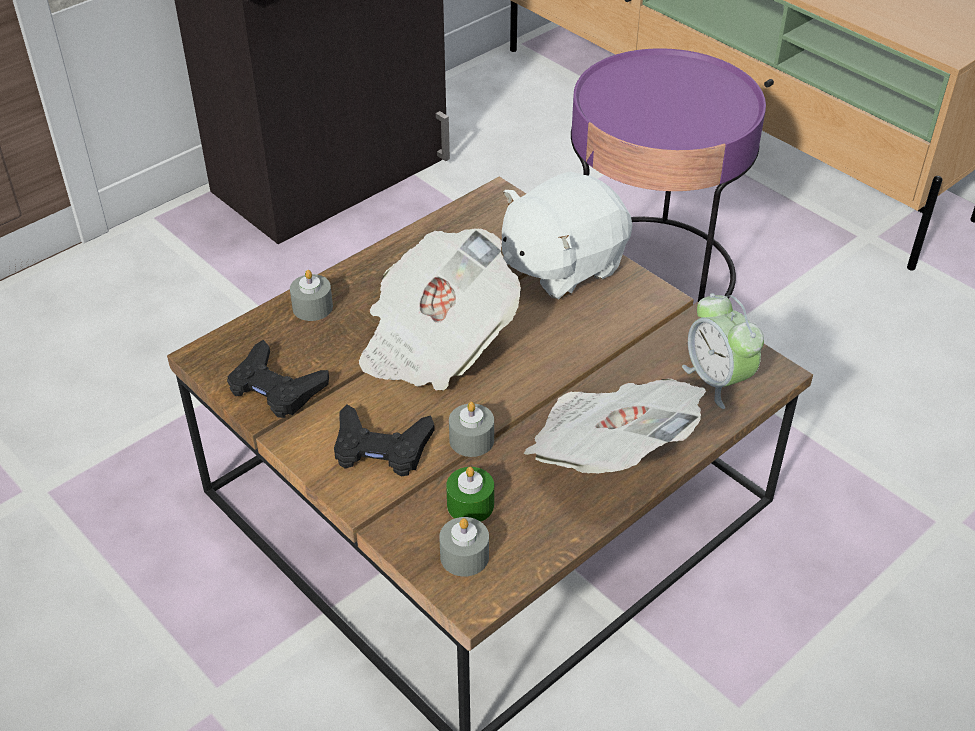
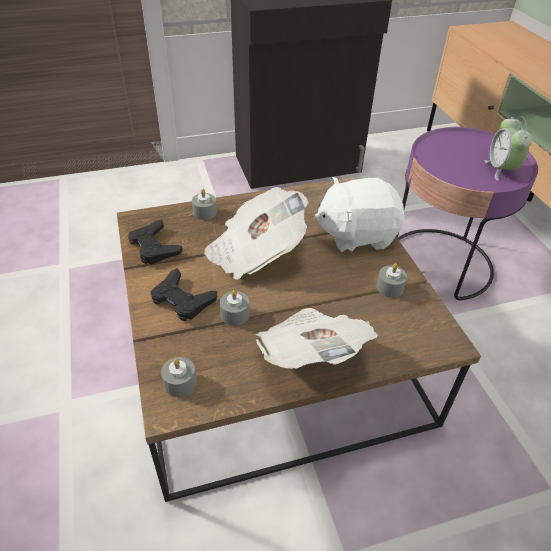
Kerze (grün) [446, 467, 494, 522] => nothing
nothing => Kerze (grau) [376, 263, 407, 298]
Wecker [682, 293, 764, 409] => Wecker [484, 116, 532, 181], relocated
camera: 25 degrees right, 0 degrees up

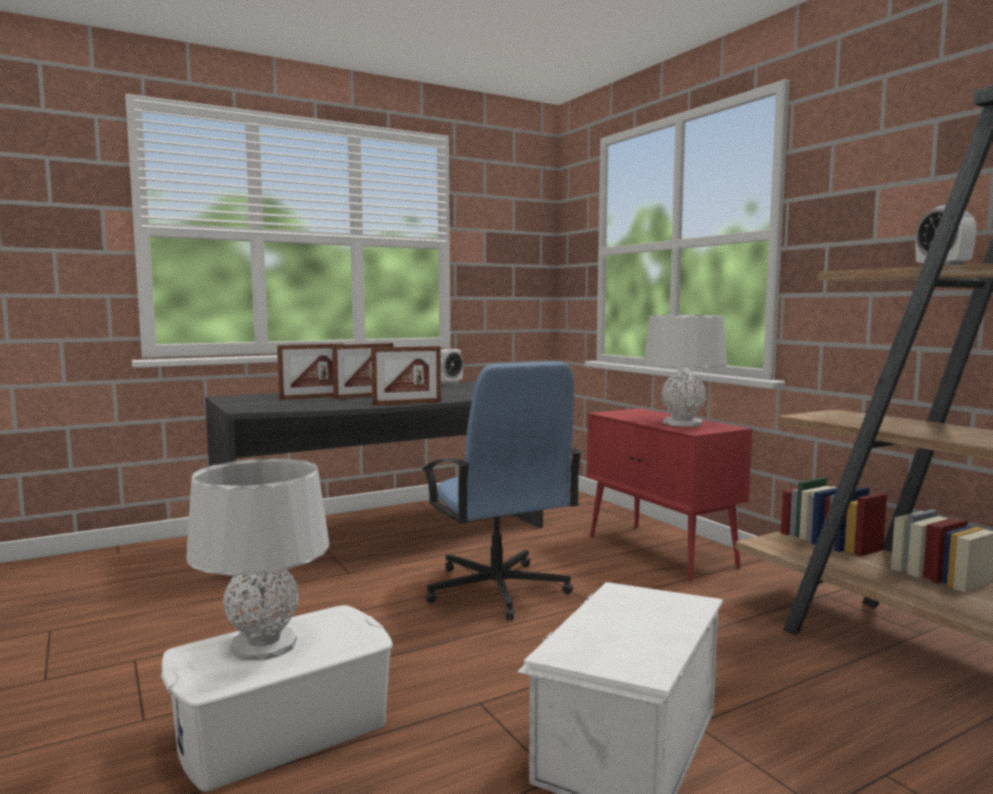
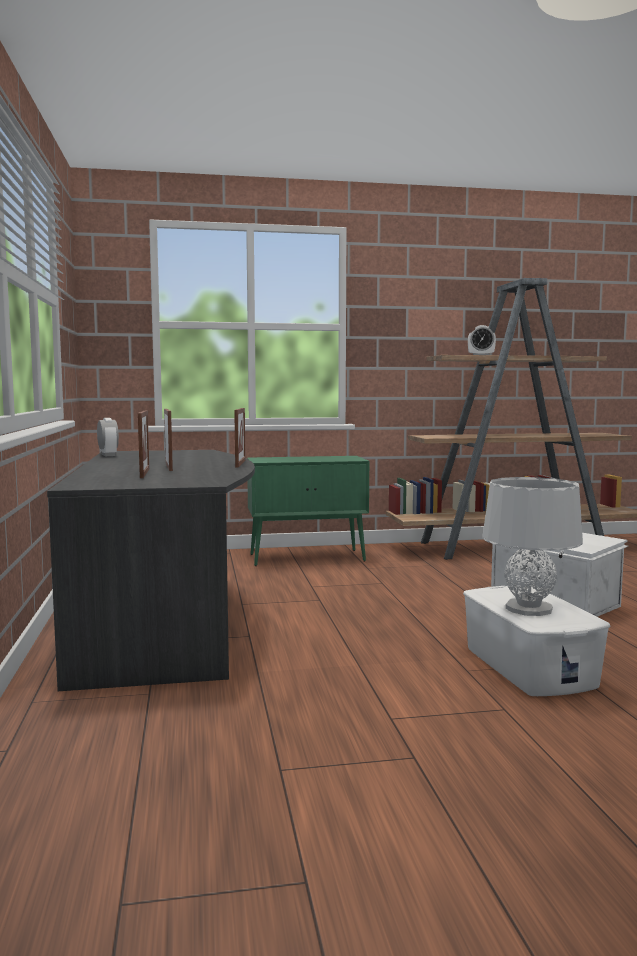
Bürostuhl (blau) [422, 362, 582, 620] => nothing
Tischlampe (grau) [643, 315, 727, 427] => nothing
Schrank (rot) [587, 408, 752, 582] => Schrank (grün) [247, 456, 369, 566]
camera: 70 degrees left, 0 degrees up

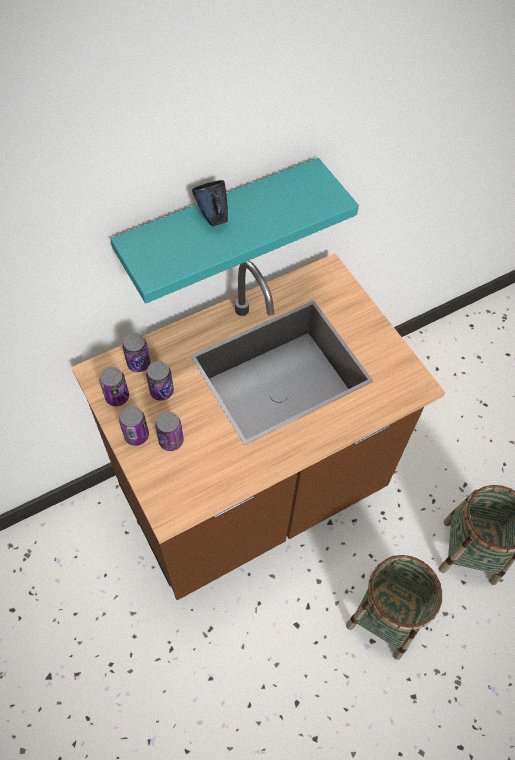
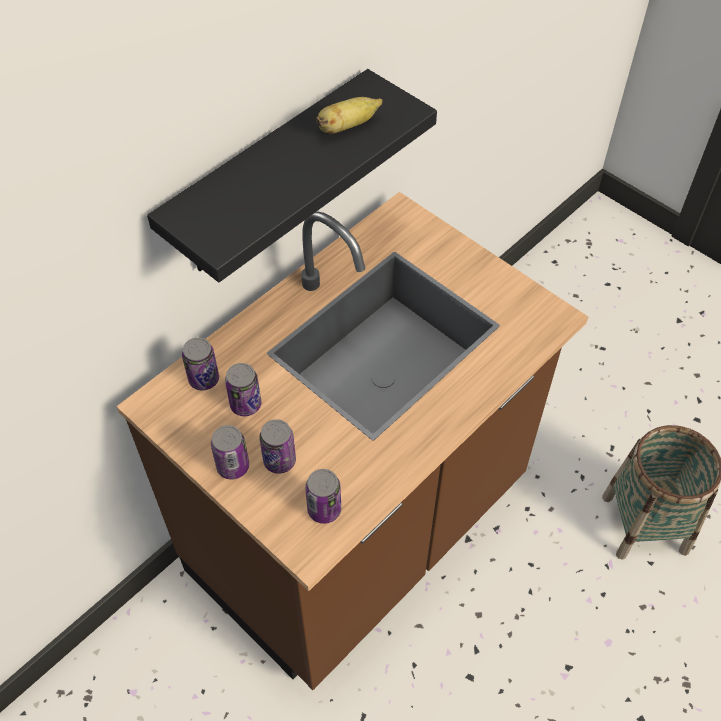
Henkelbecher (blau) [192, 180, 228, 226] => nothing
Korb [346, 555, 442, 660] => nothing
nothing => Banane [316, 97, 382, 133]
Dose [100, 367, 129, 406] => Dose [305, 469, 341, 524], relocated
Wandregal (türkis) [110, 158, 359, 304] => Wandregal (schwarz) [147, 69, 437, 282]
camera: 15 degrees left, 5 degrees down

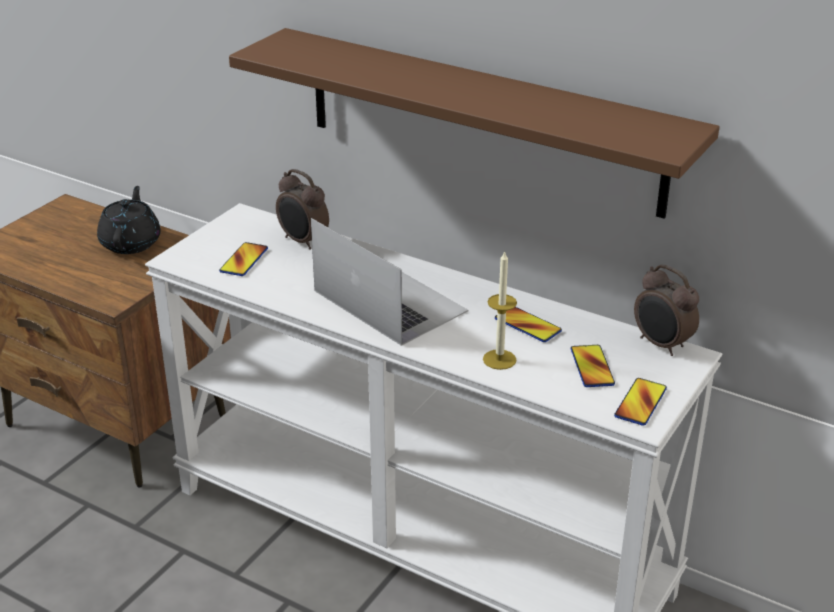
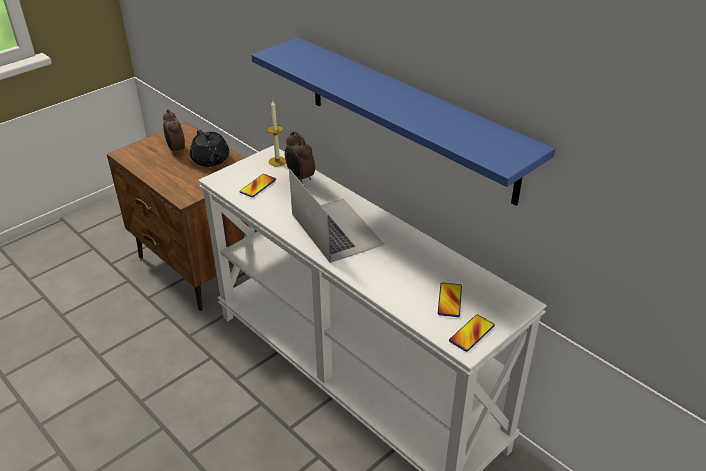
Handy [495, 307, 562, 342] => nothing
Kerze [483, 250, 517, 370] => Kerze [267, 100, 286, 167], relocated
Wecker [634, 264, 699, 356] => Wecker [163, 109, 185, 156], relocated
Wandregal (braun) [229, 28, 719, 219] => Wandregal (blau) [251, 37, 555, 206]
Teekanne (schwarz) [97, 186, 161, 254] => Teekanne (schwarz) [190, 130, 229, 167], 135 degrees clockwise
camera: 15 degrees right, 5 degrees up

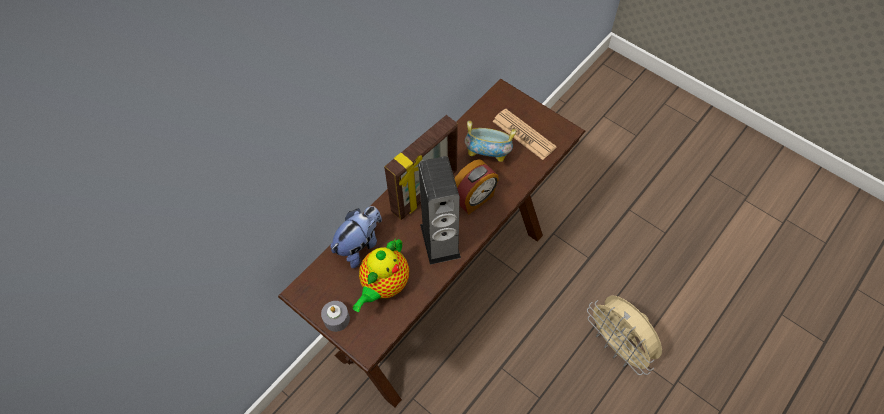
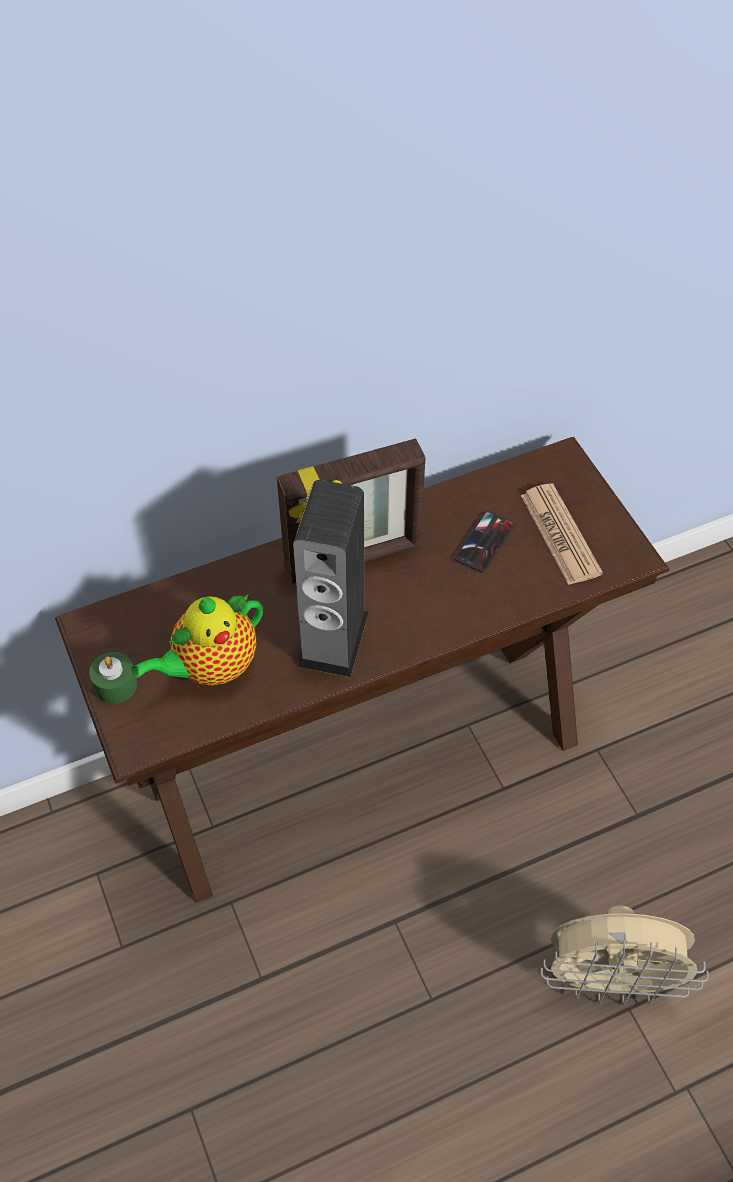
Plüschtier [330, 206, 382, 268] => nothing
Wecker [455, 159, 499, 215] => nothing
Schüssel [465, 121, 516, 162] => Handy [455, 511, 514, 573]
Kerze (grau) [321, 301, 350, 332] => Kerze (grün) [89, 652, 137, 704]
Ventilator (beige) [587, 295, 662, 375] => Ventilator (beige) [541, 906, 709, 1005], 75 degrees counterclockwise
camera: 25 degrees right, 5 degrees down

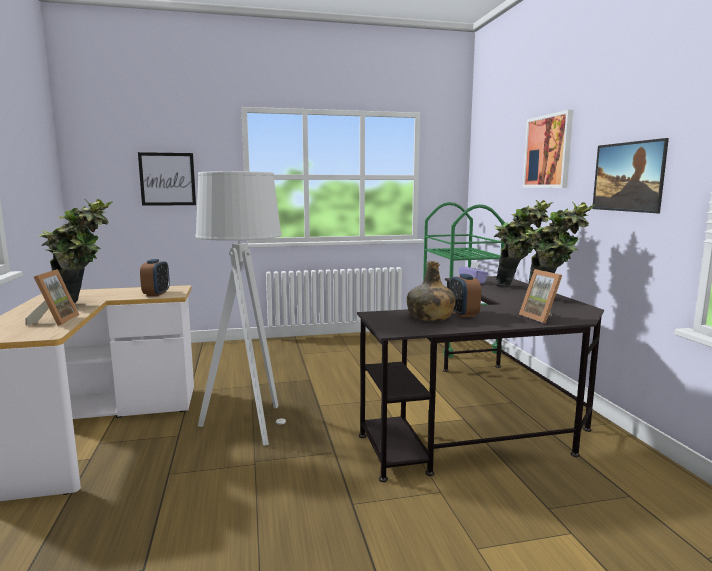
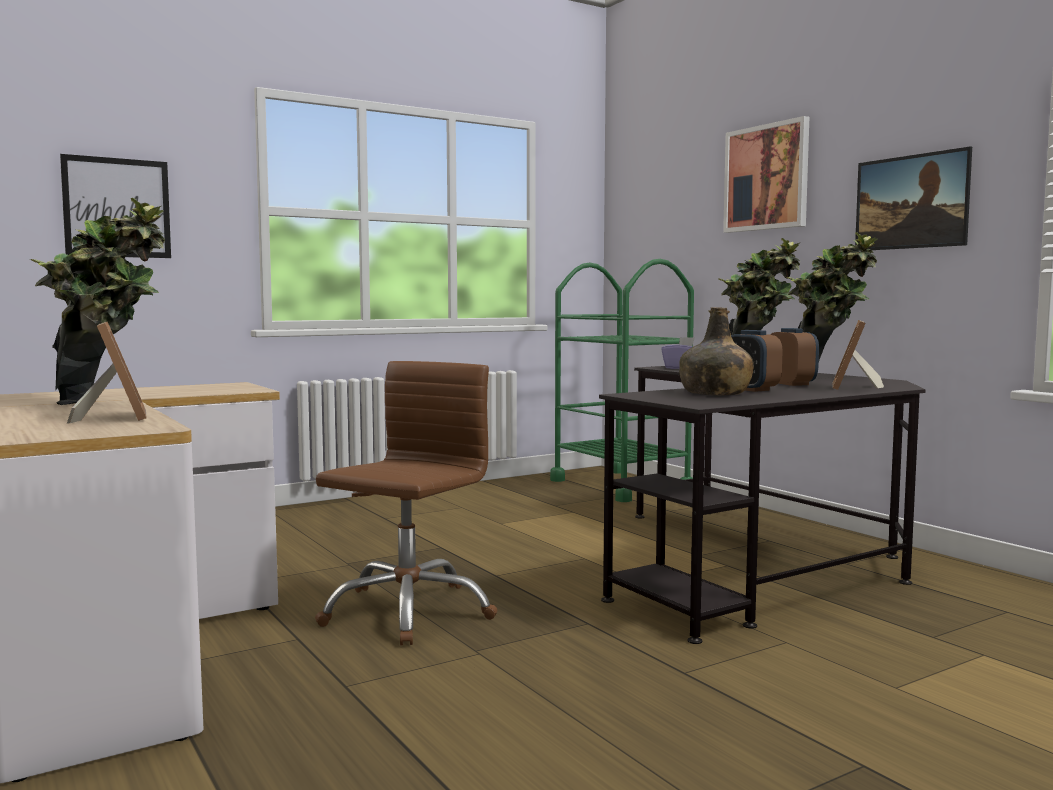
Wecker [140, 259, 170, 296] => Wecker [770, 328, 819, 386], relocated
Stehlampe (grau) [195, 171, 286, 446] => Bürostuhl (braun) [315, 361, 498, 645]
Bilderrahmen [519, 269, 562, 324] => Bilderrahmen [832, 320, 884, 390], 60 degrees clockwise
camera: 20 degrees left, 5 degrees down

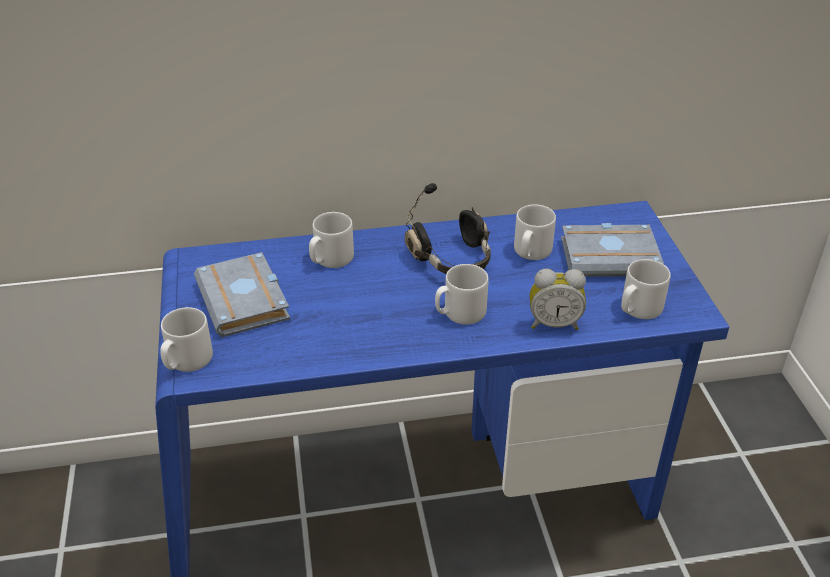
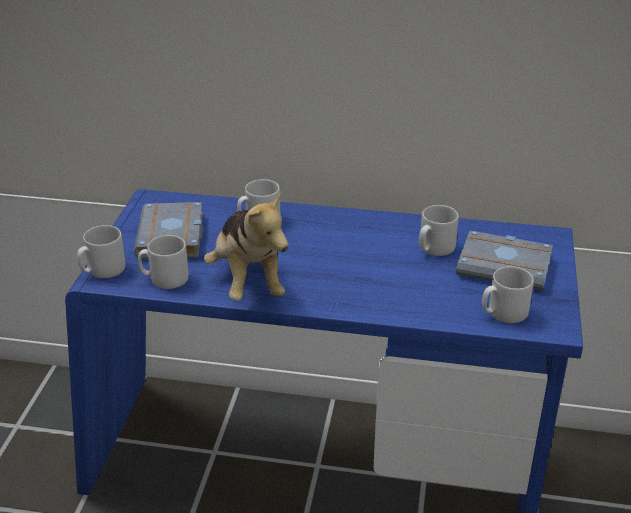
Kopfhörer (schwarz) [405, 183, 491, 274] => nothing
Wecker [530, 269, 586, 330] => nothing
nothing => Plüschtier [204, 192, 288, 301]
Henkelbecher (grau) [435, 264, 488, 325] => Henkelbecher (grau) [138, 235, 189, 289], relocated
camera: 20 degrees right, 5 degrees down

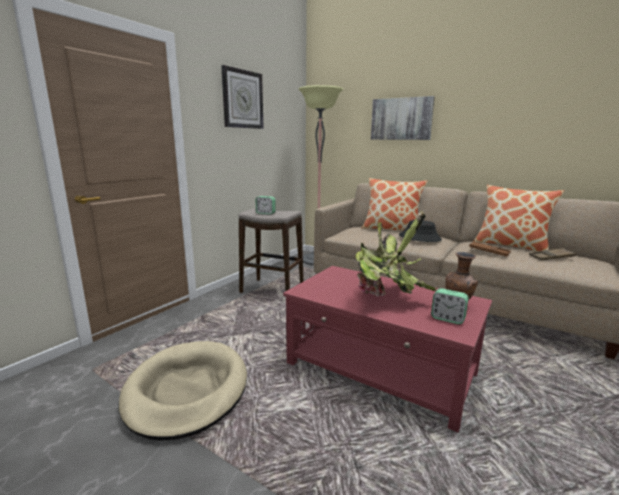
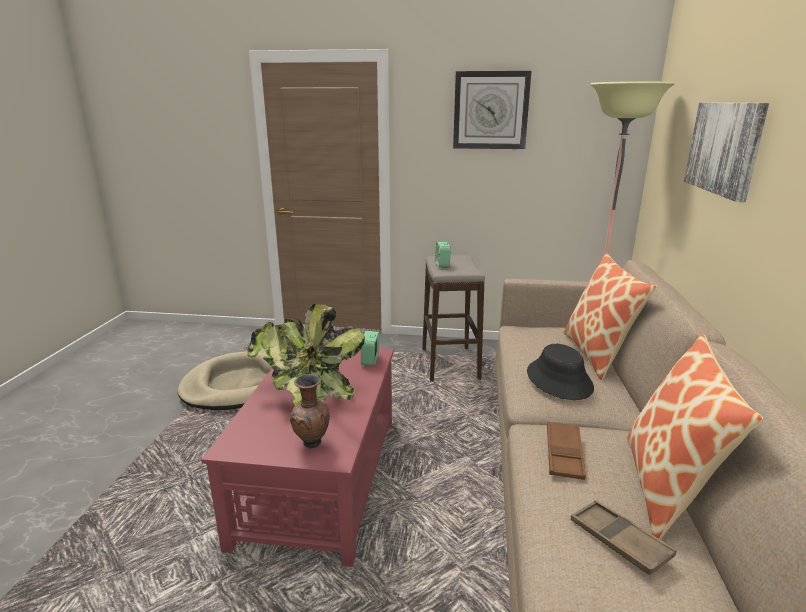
Wecker [431, 288, 469, 324] => Wecker [361, 331, 379, 366], relocated
camera: 65 degrees right, 5 degrees up

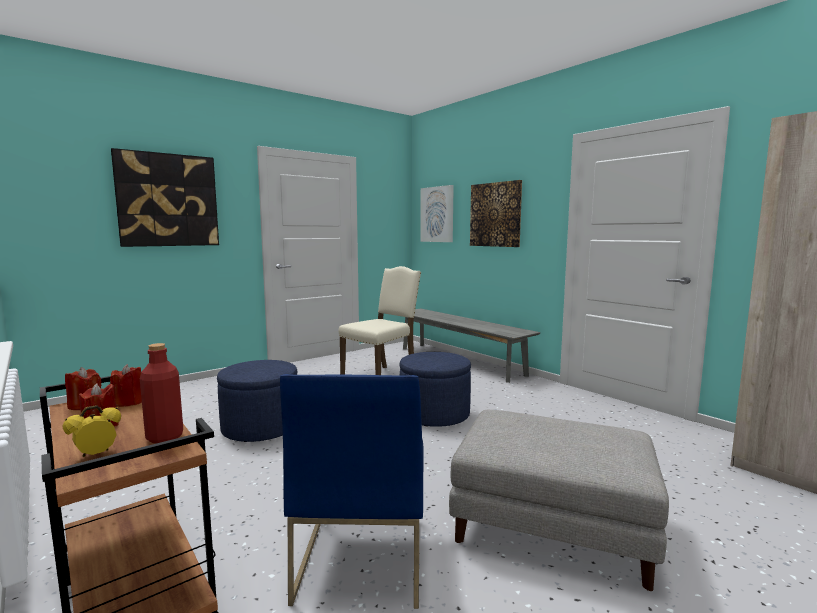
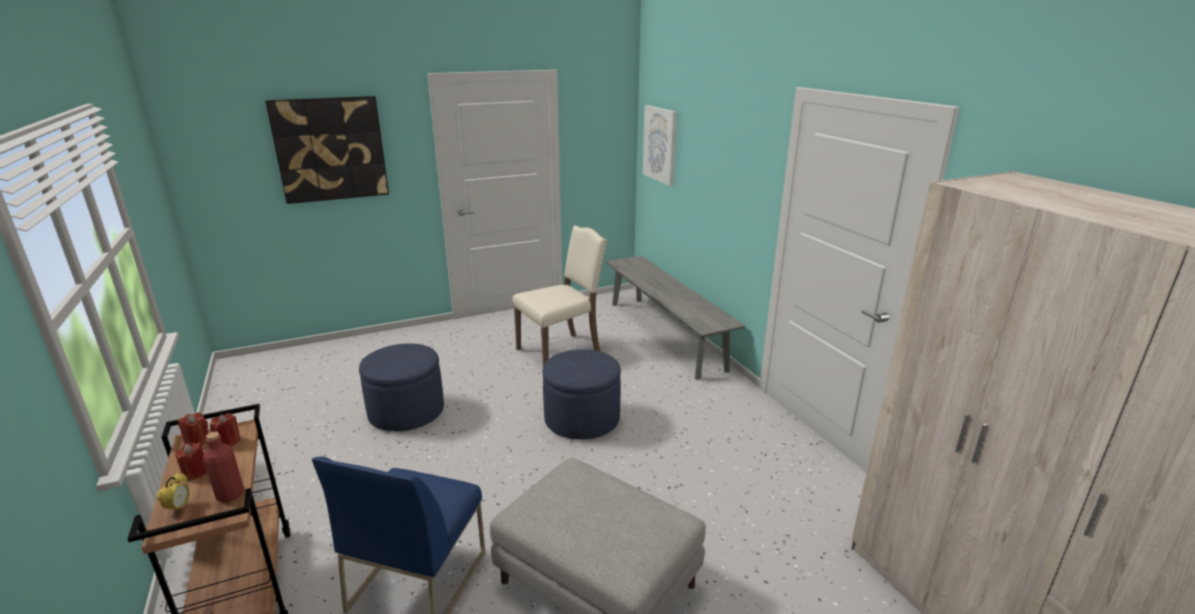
Bild [470, 180, 522, 247] => nothing
Wecker [63, 405, 121, 457] => Wecker [157, 473, 189, 514], 120 degrees clockwise
camera: 15 degrees right, 15 degrees up

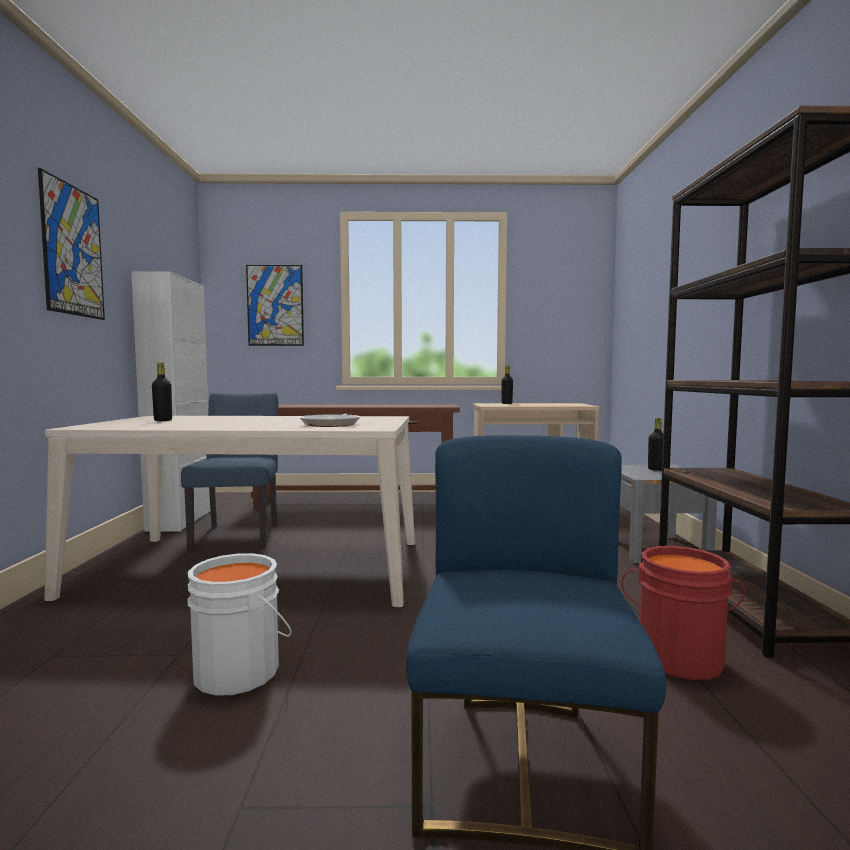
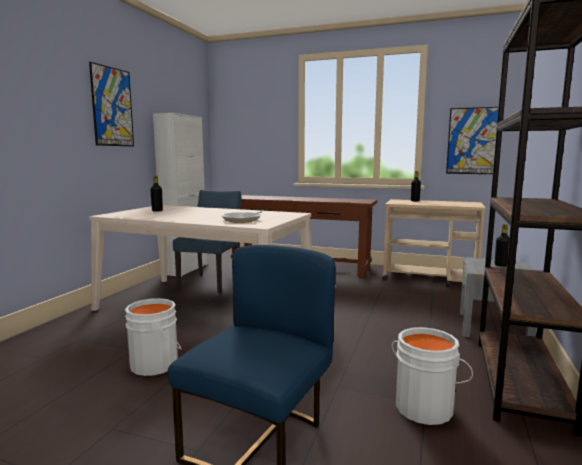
Bild [246, 265, 304, 346] => Bild [446, 107, 498, 174], relocated
Eimer (rot) [621, 546, 746, 680] => Eimer (weiß) [392, 327, 473, 425]
camera: 20 degrees right, 5 degrees up

